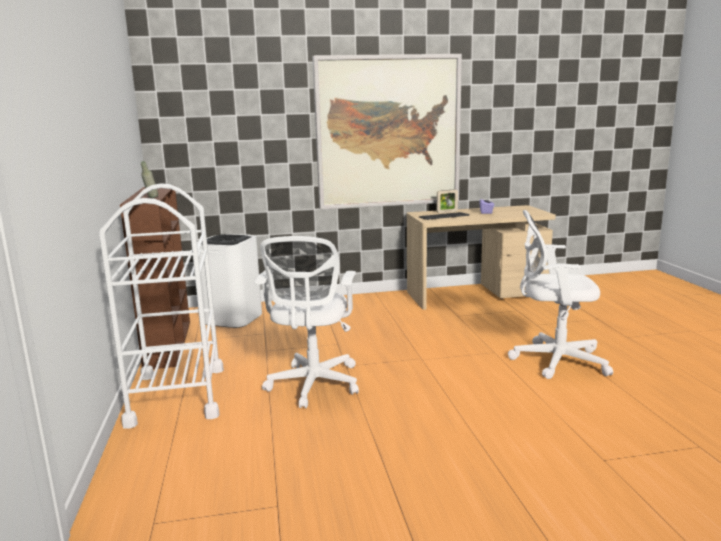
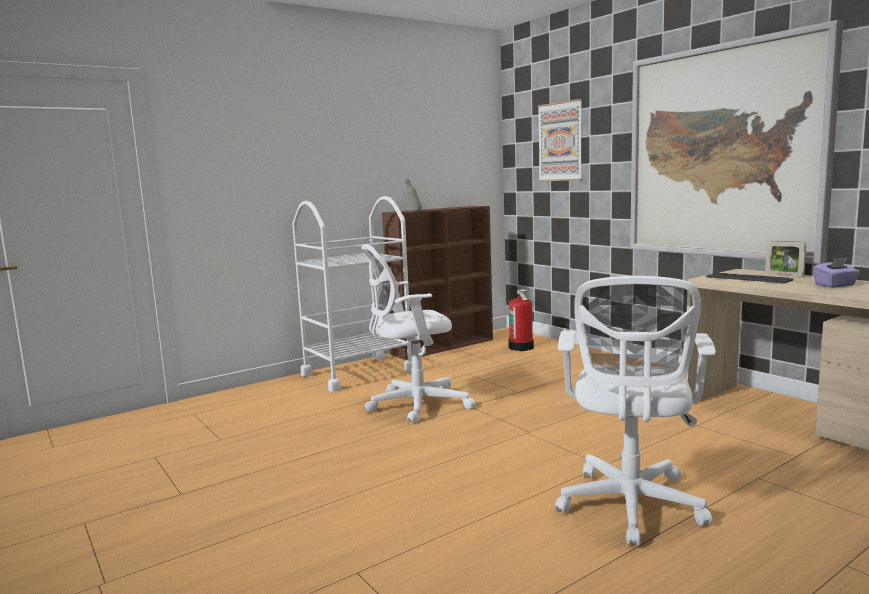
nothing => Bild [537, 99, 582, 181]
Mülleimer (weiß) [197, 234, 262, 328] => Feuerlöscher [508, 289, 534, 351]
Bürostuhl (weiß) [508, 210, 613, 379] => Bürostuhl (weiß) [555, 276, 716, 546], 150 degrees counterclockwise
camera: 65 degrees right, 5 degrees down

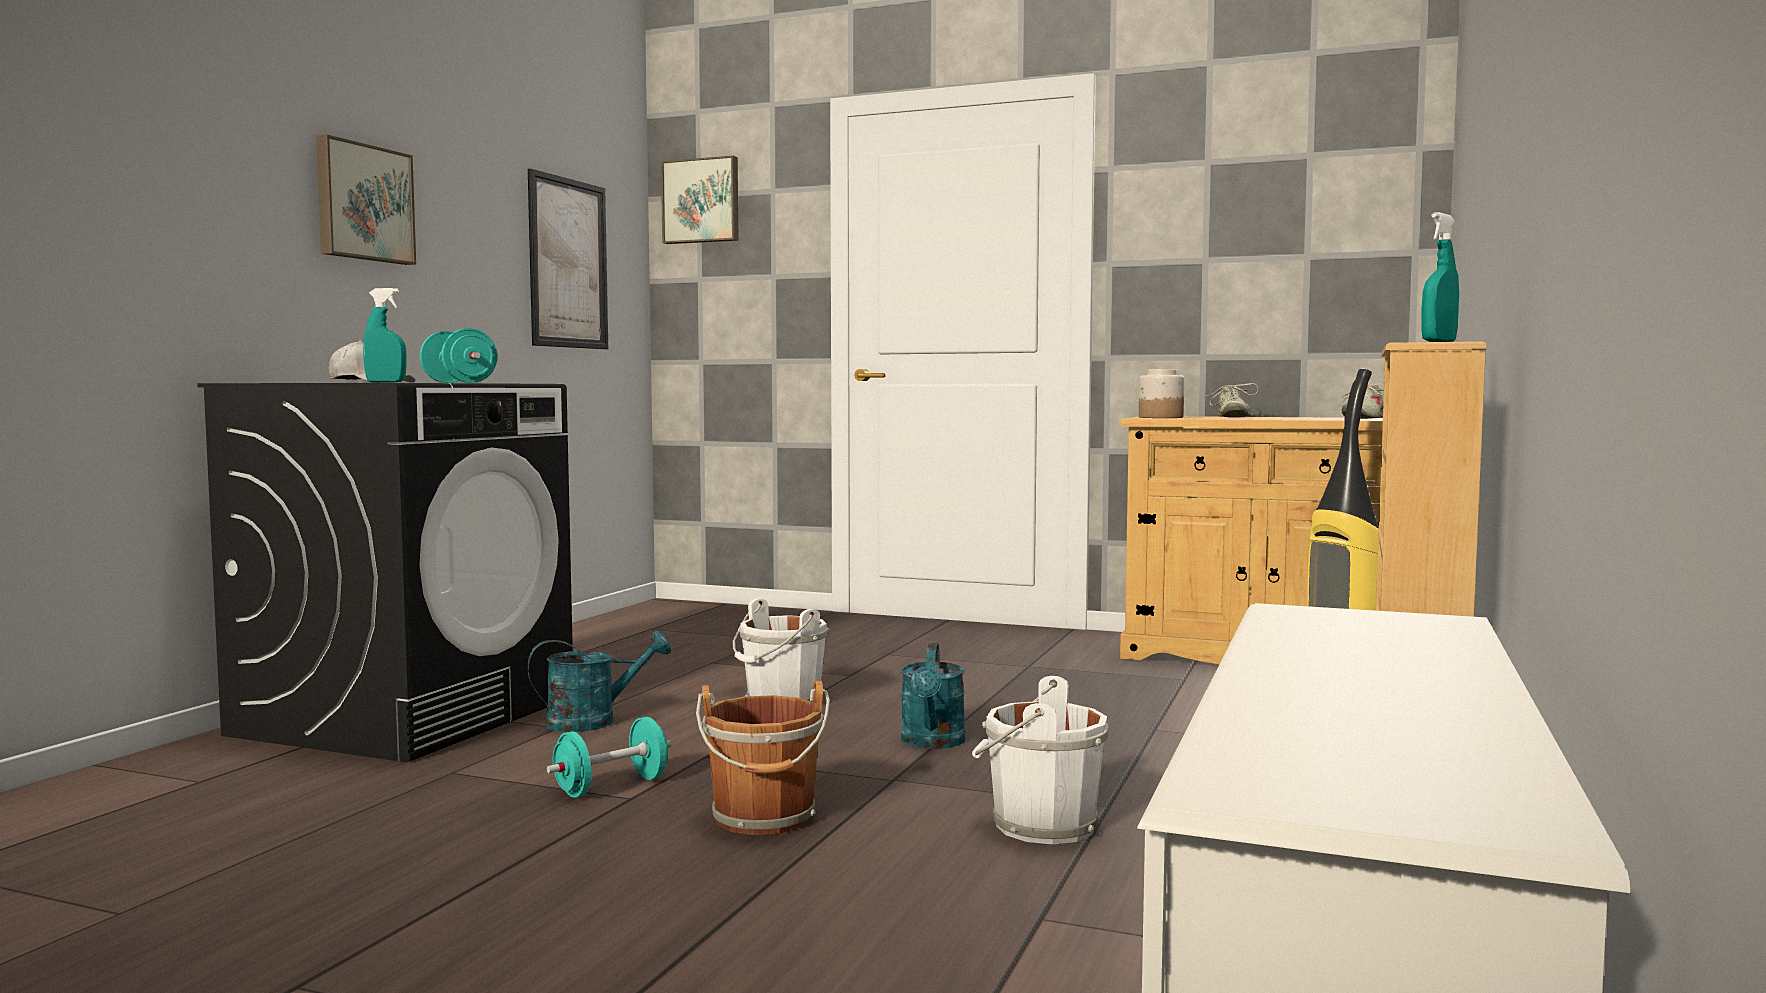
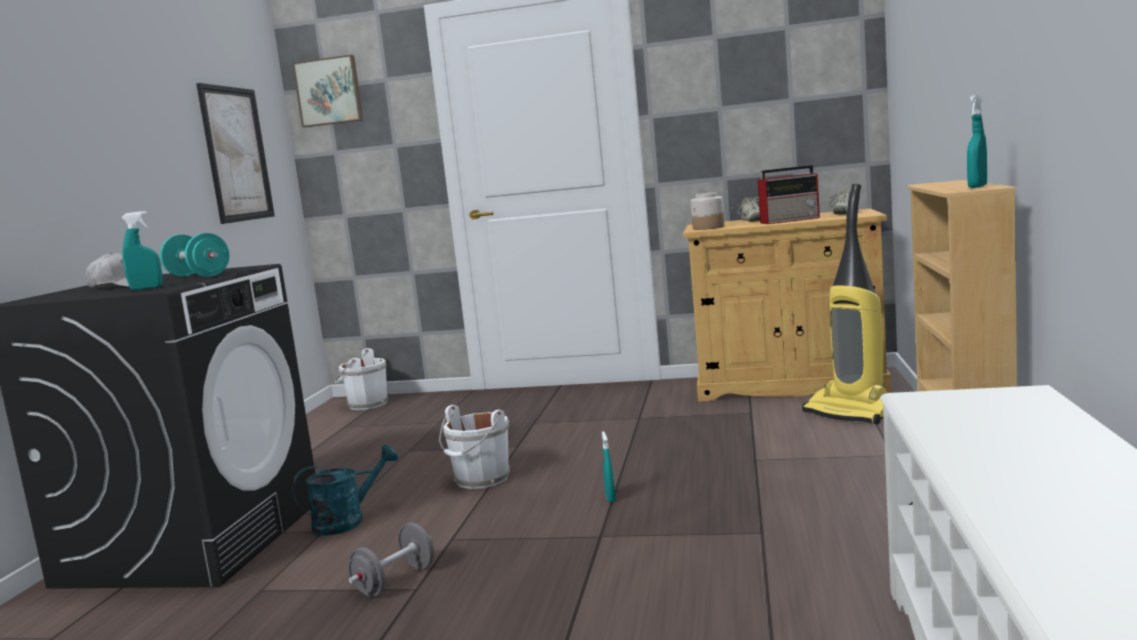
Bild [316, 135, 416, 265] => nothing
Eimer (braun) [696, 681, 830, 835] => nothing
nothing => Radio [757, 165, 820, 224]
Eimer (weiß) [972, 676, 1109, 844] => Eimer (weiß) [335, 348, 388, 410], relocated
Gießkanne (türkis) [901, 643, 966, 749] => Sprühflasche (türkis) [602, 431, 616, 502]
Hantel (türkis) [547, 717, 671, 798] => Hantel (grau) [348, 523, 434, 597]
camera: 10 degrees left, 5 degrees up

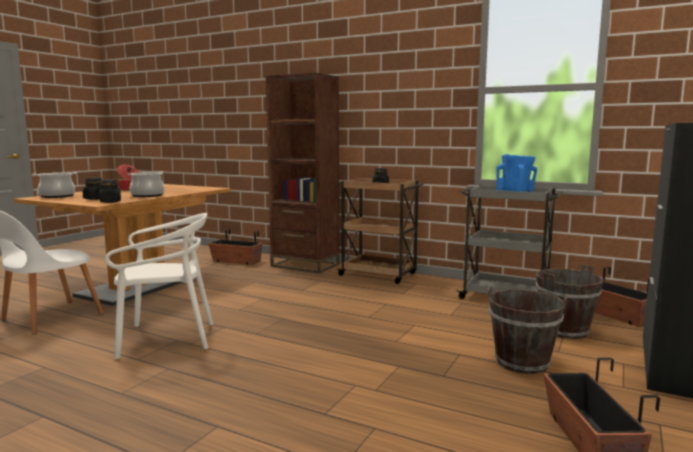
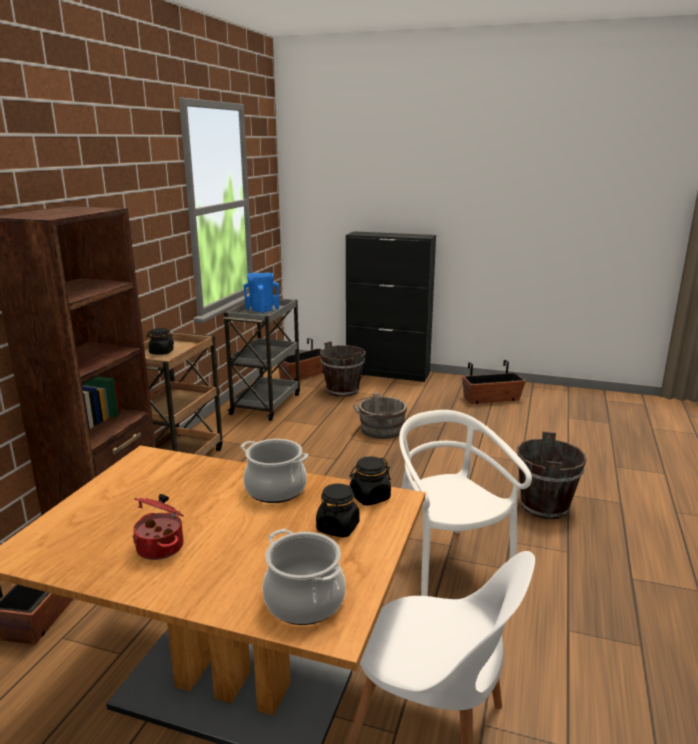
nothing => Eimer (grau) [353, 393, 407, 439]
Eimer (braun) [488, 286, 567, 374] => Eimer (braun) [517, 432, 586, 519], relocated
camera: 100 degrees left, 10 degrees up

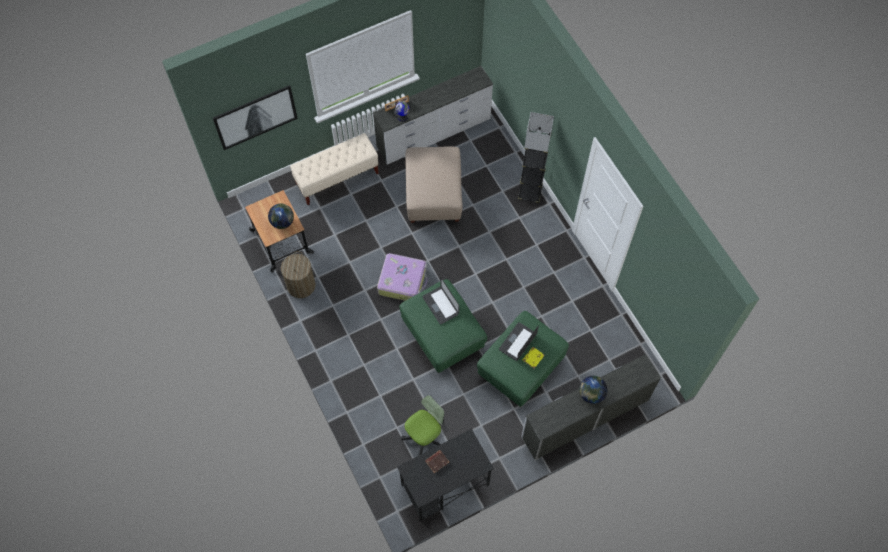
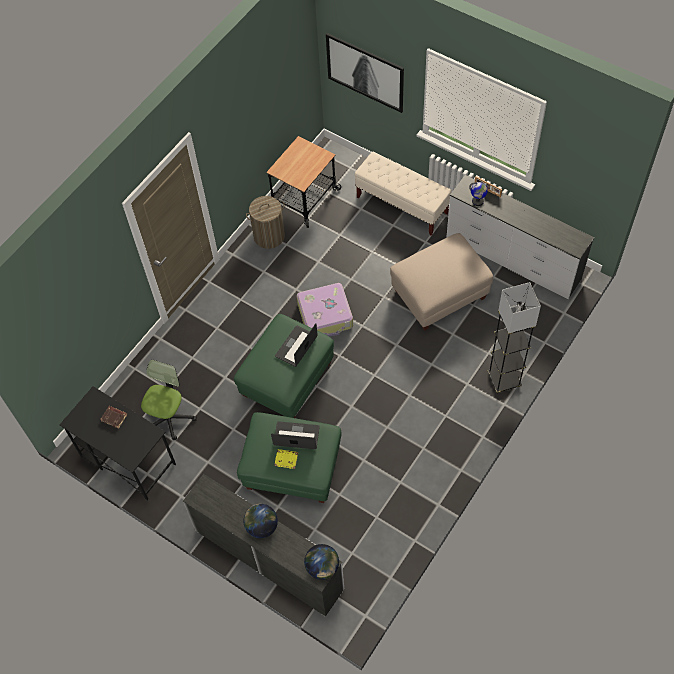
Globus [268, 204, 294, 229] => Globus [304, 544, 339, 580], relocated
Bürostuhl [401, 395, 445, 455] => Bürostuhl [141, 360, 197, 440], 90 degrees counterclockwise
camera: 65 degrees right, 5 degrees down

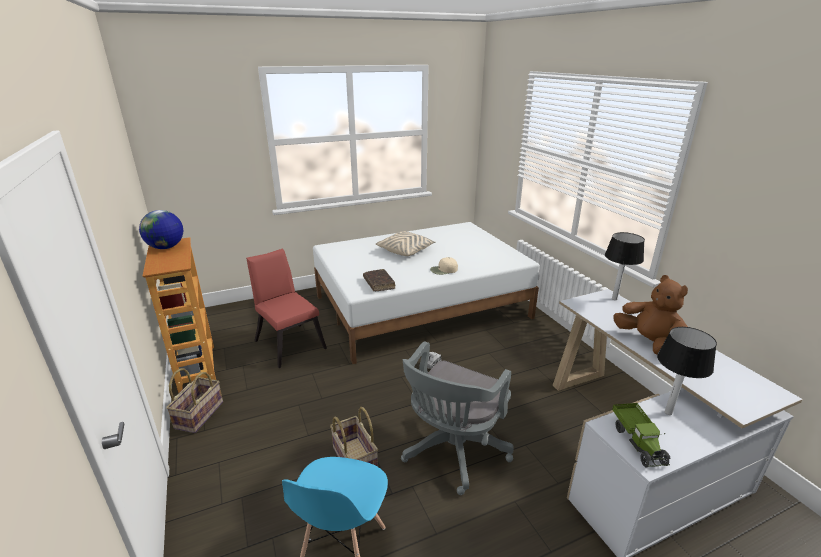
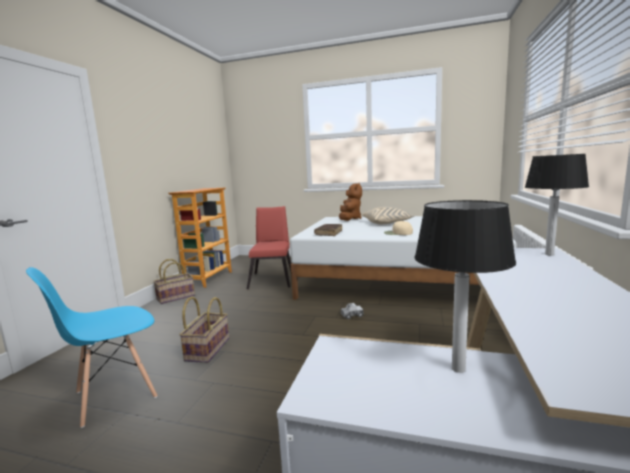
Globus [139, 210, 183, 249] => nothing
Bürostuhl (grau) [401, 341, 514, 495] => nothing
Spielzeuglaster [612, 403, 671, 467] => nothing
Plüschtier (braun) [613, 275, 688, 355] => Plüschtier (braun) [339, 183, 362, 221], relocated
camera: 40 degrees right, 15 degrees down

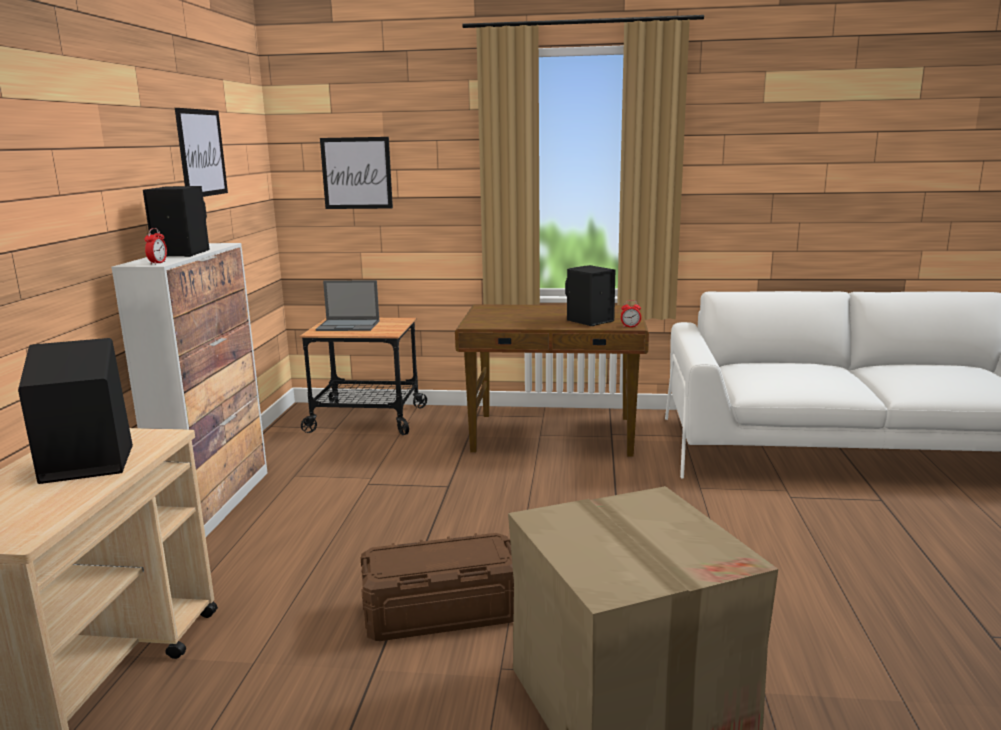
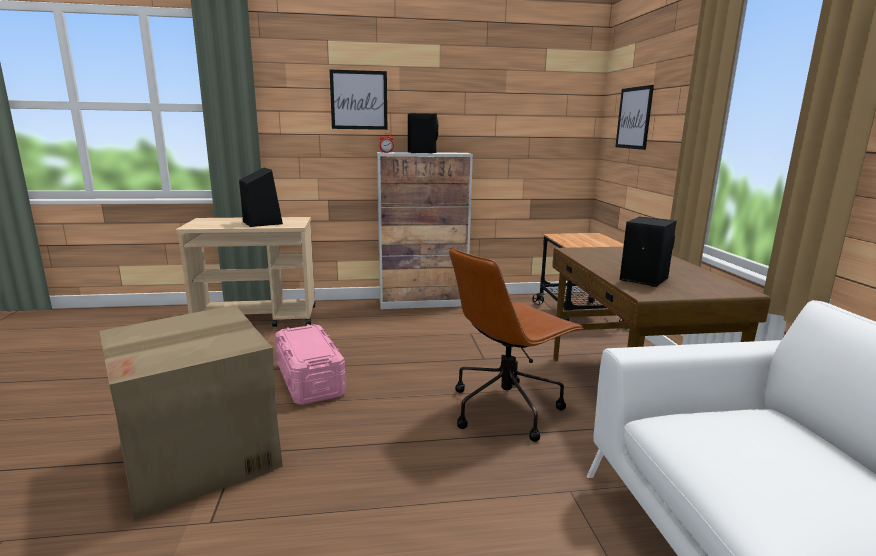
Laptop [316, 280, 380, 331] => nothing
Wecker [621, 300, 641, 327] => nothing
nothing => Bürostuhl (braun) [449, 248, 584, 442]
Bild [175, 108, 228, 197] => Bild [330, 70, 387, 130], relocated
Aufbewahrungsbox (braun) [360, 533, 514, 641] => Aufbewahrungsbox (rosa) [275, 324, 346, 405]
camera: 75 degrees right, 0 degrees up

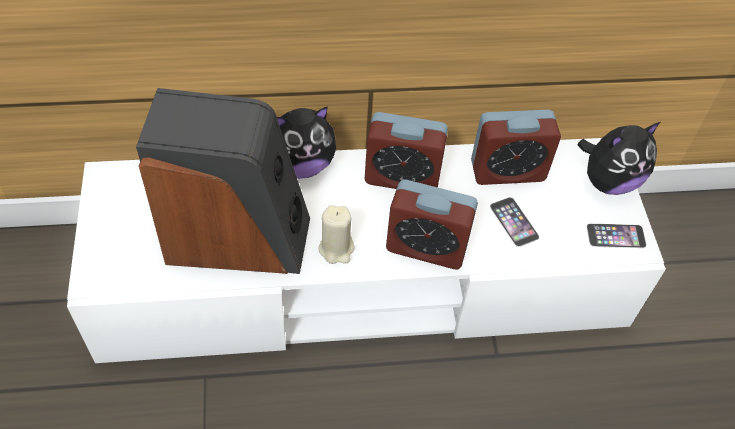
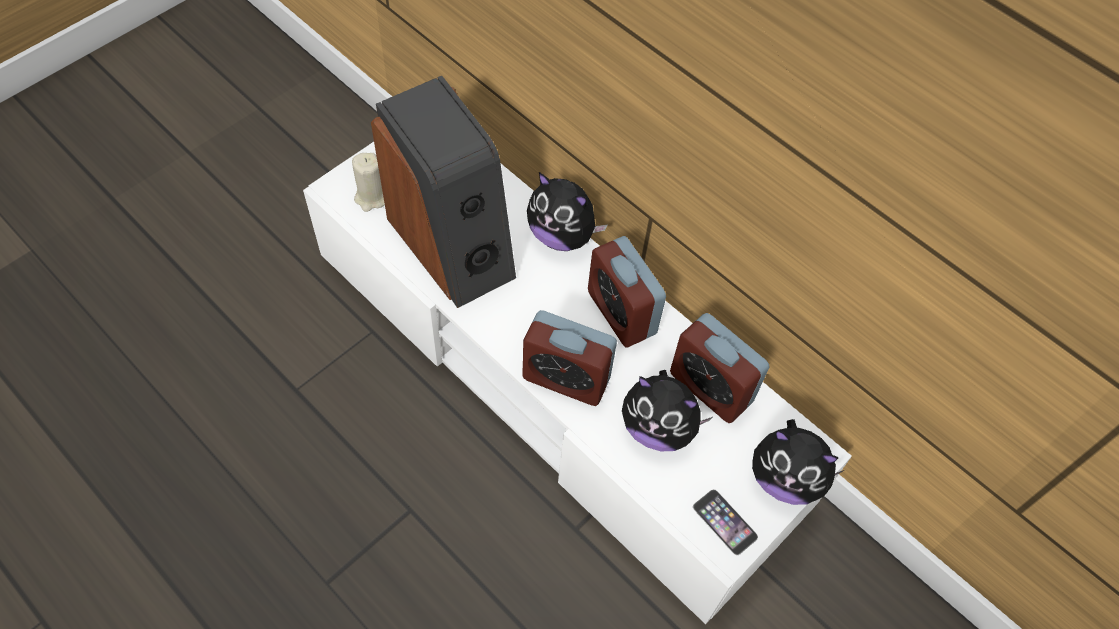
Kerze (beige) [318, 205, 355, 264] => Kerze (beige) [352, 153, 385, 212], relocated
Handy [490, 197, 539, 247] => Plüschtier [622, 370, 712, 451]
Wecker [386, 180, 478, 269] => Wecker [522, 310, 617, 406], 45 degrees counterclockwise
camera: 50 degrees right, 5 degrees up

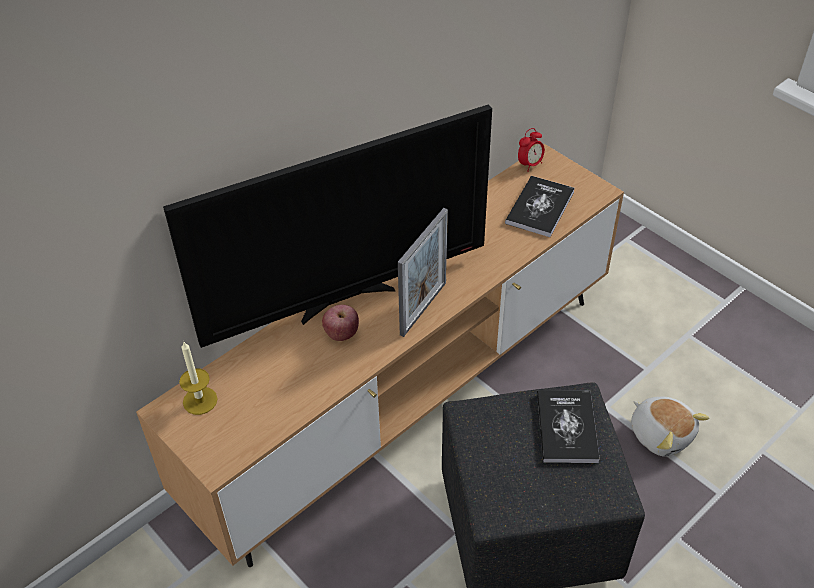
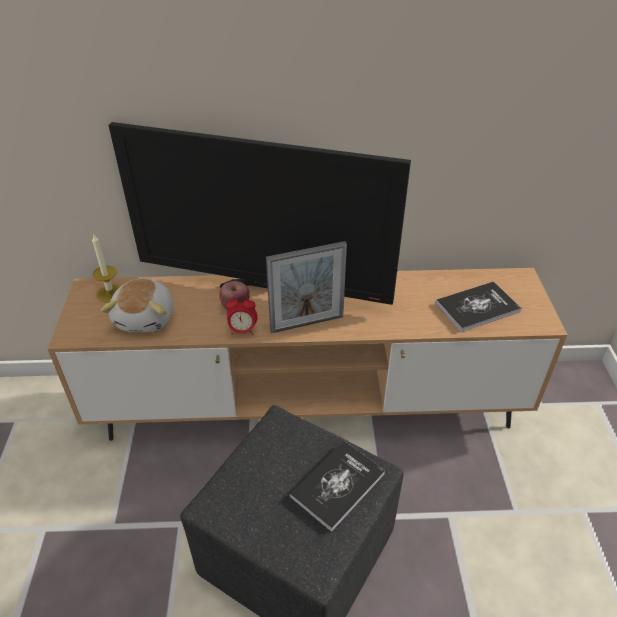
Wecker [518, 128, 545, 172] => Wecker [227, 294, 258, 335], relocated
Plüschtier [631, 397, 709, 457] => Plüschtier [101, 279, 173, 332], relocated
camera: 40 degrees right, 5 degrees down

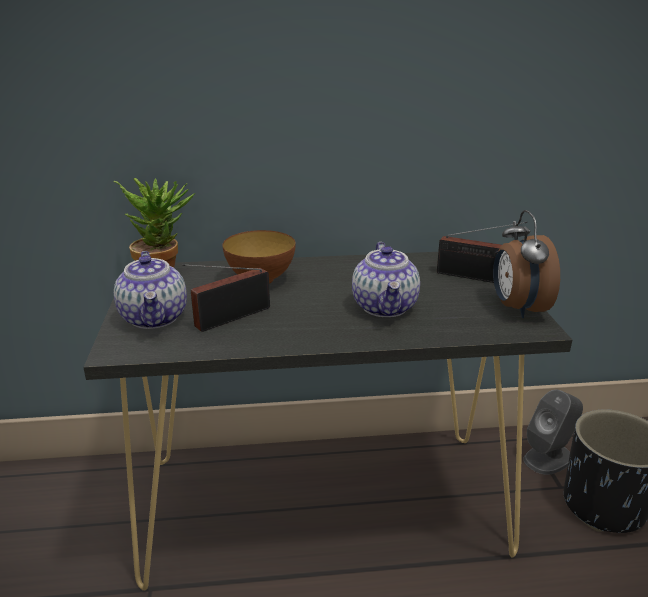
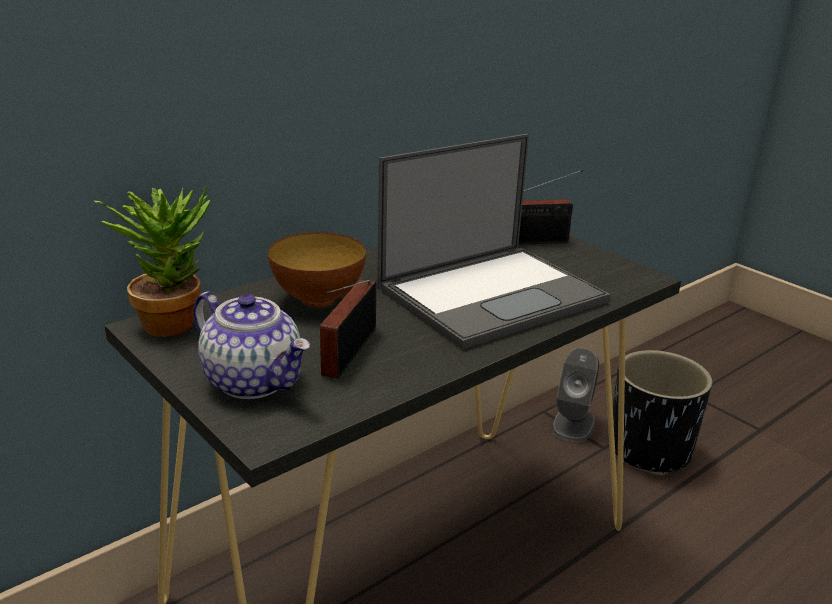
Wecker [493, 210, 560, 318] => nothing
Teekanne [352, 242, 420, 317] => Laptop [377, 134, 610, 350]
camera: 35 degrees left, 0 degrees up

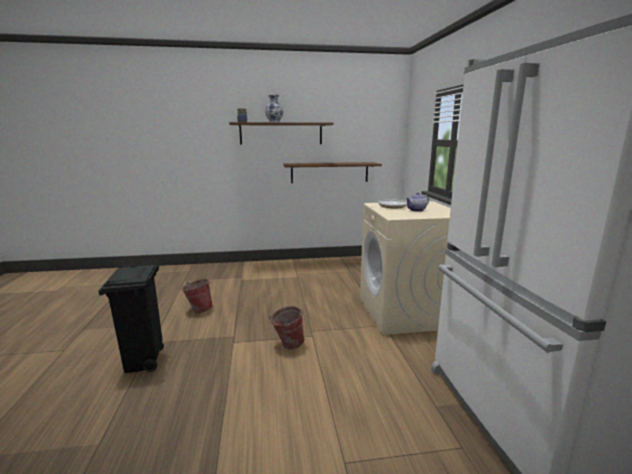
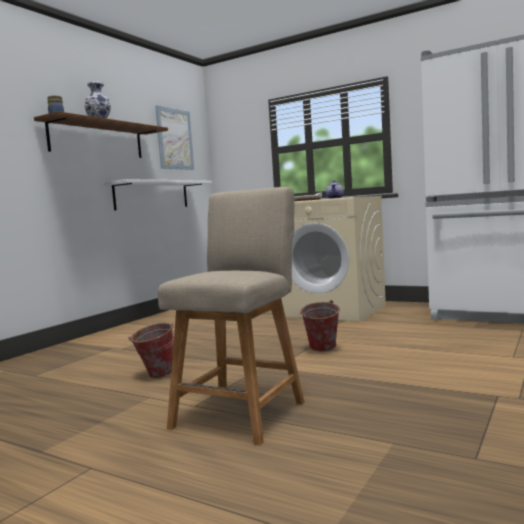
nothing => Bild [155, 105, 194, 170]
Mülleimer (schwarz) [99, 264, 164, 373] => Stuhl (beige) [158, 187, 305, 445]
Wandregal (braun) [283, 162, 382, 183] => Wandregal (weiß) [103, 179, 212, 210]
camera: 50 degrees left, 10 degrees down

